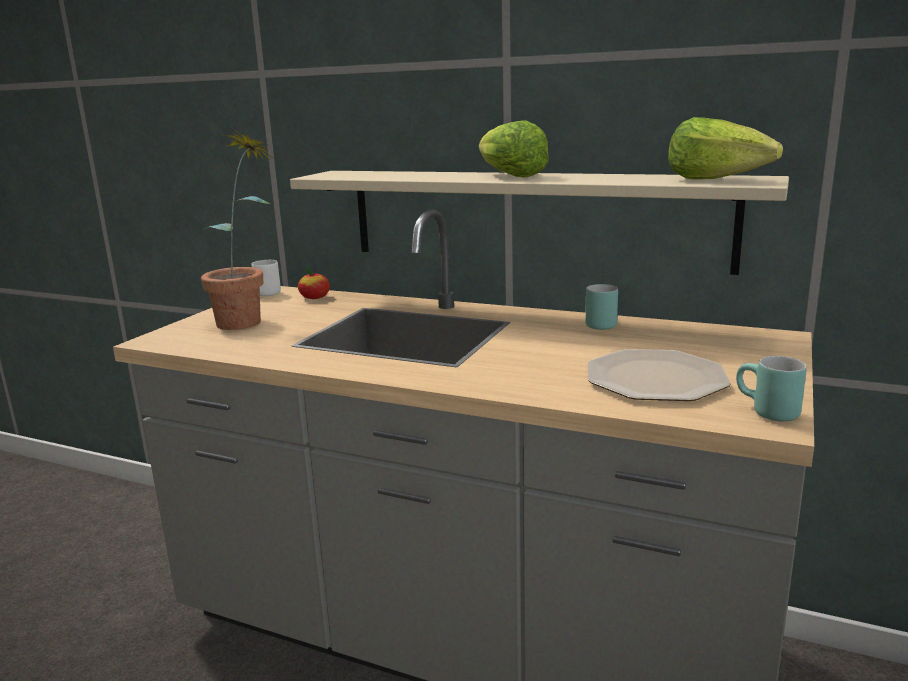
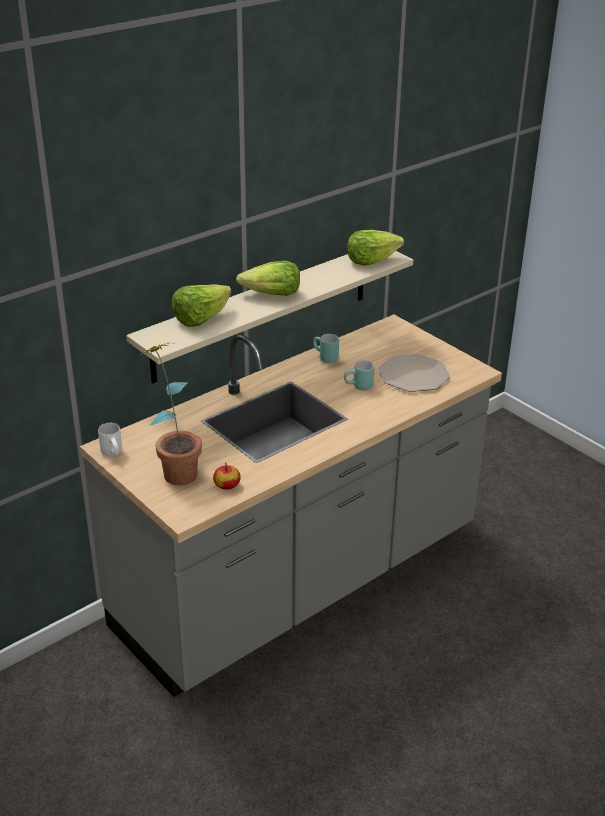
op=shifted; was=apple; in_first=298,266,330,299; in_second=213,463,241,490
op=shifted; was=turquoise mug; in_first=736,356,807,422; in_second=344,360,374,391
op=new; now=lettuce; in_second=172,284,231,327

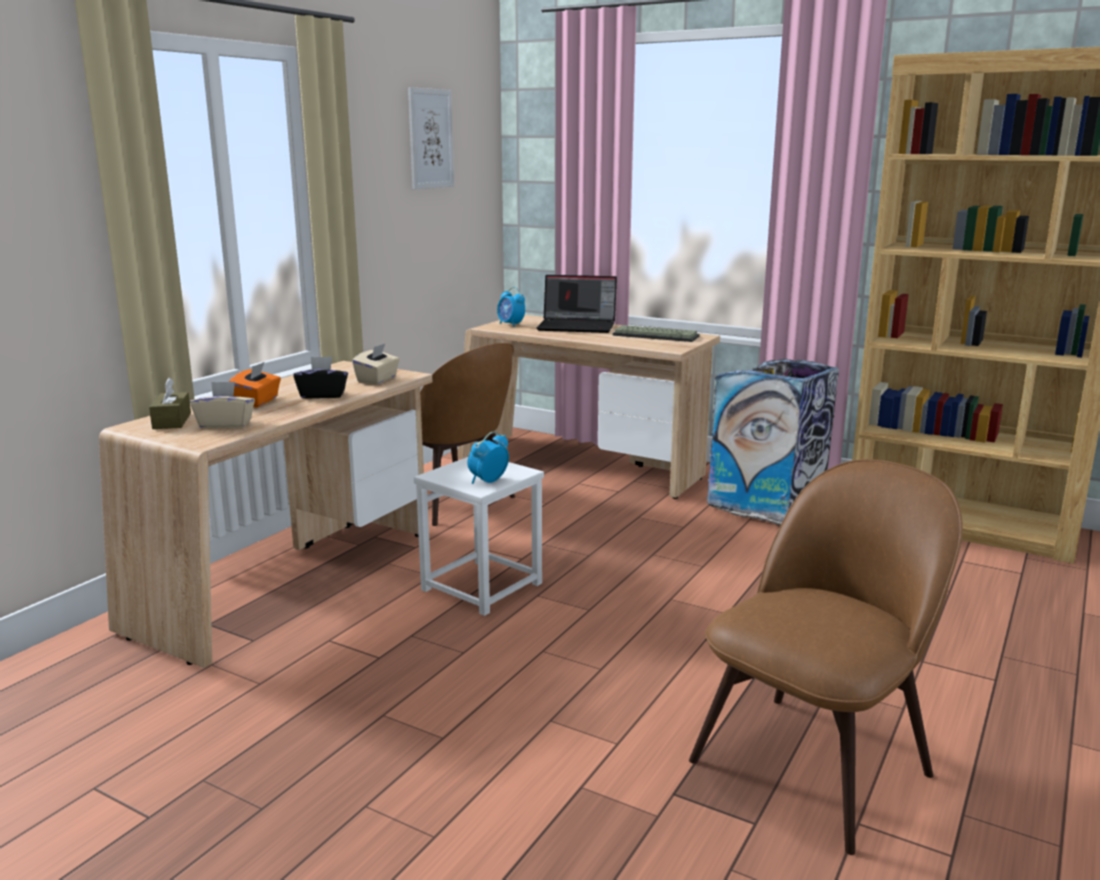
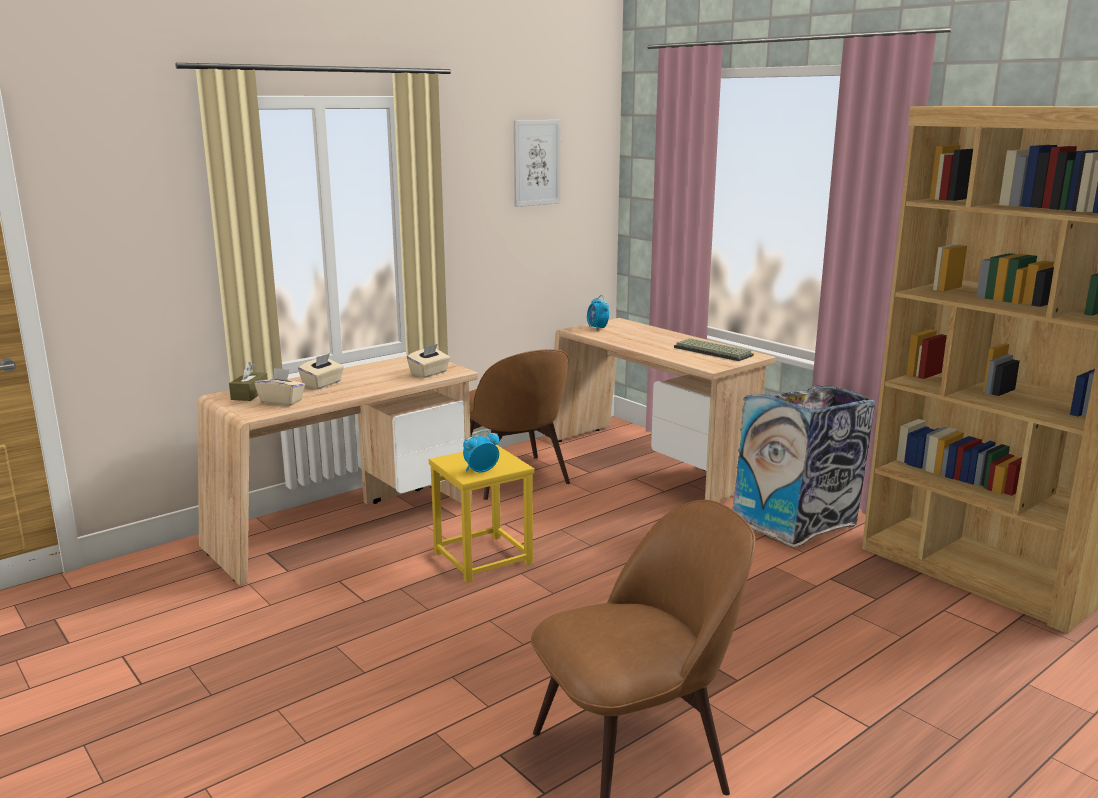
op=gone; was=laptop; in_first=536,275,617,333
op=gone; was=black tissue box; in_first=293,356,348,399
op=repainted; was=orange tissue box; now=beige tissue box; in_first=229,362,281,407; in_second=298,353,344,389
op=repainted; was=white stool; now=yellow stool; in_first=414,457,544,616; in_second=429,445,534,583

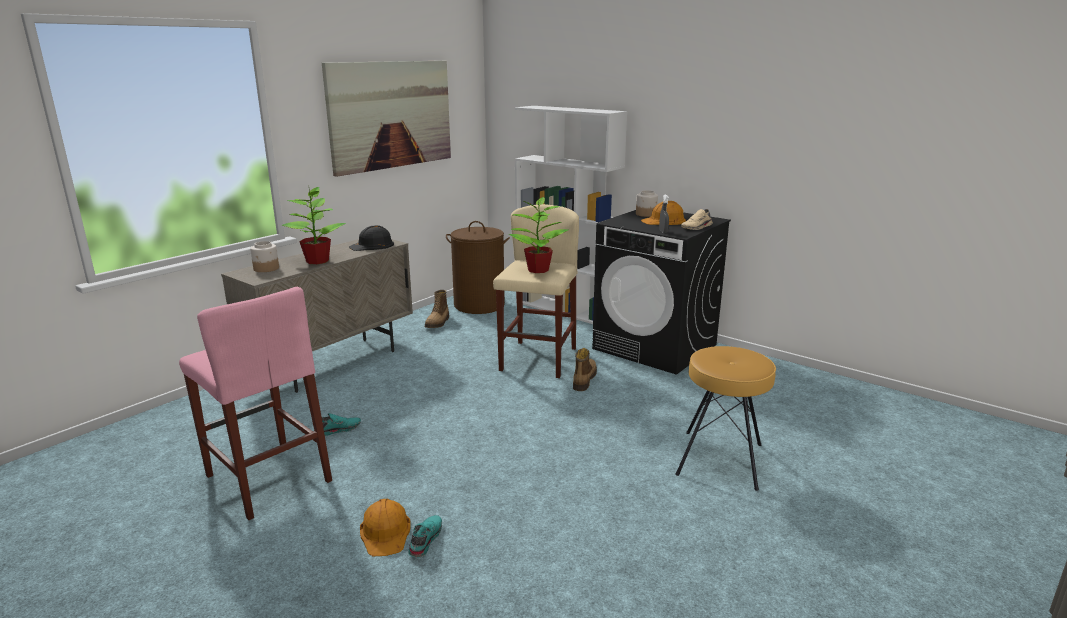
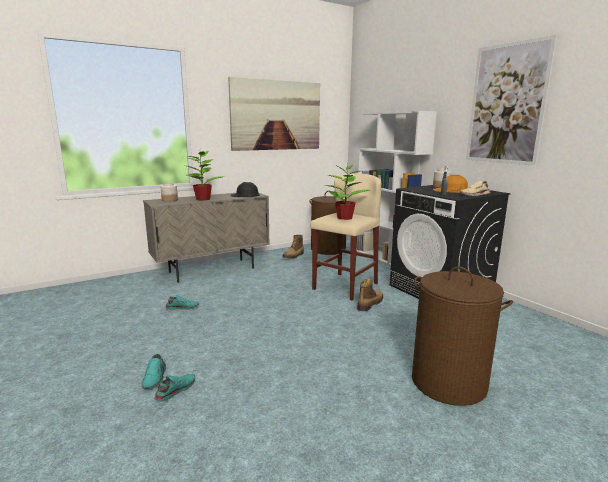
op=gone; was=pink stool; in_first=179,287,332,520
op=swapped; was=brown stool; now=brown laundry basket; in_first=675,346,776,491; in_second=412,267,513,406
op=swapped; was=orange hard hat; now=turquoise shoe; in_first=360,499,411,556; in_second=142,354,166,389
op=new; now=picture; in_second=466,35,557,166

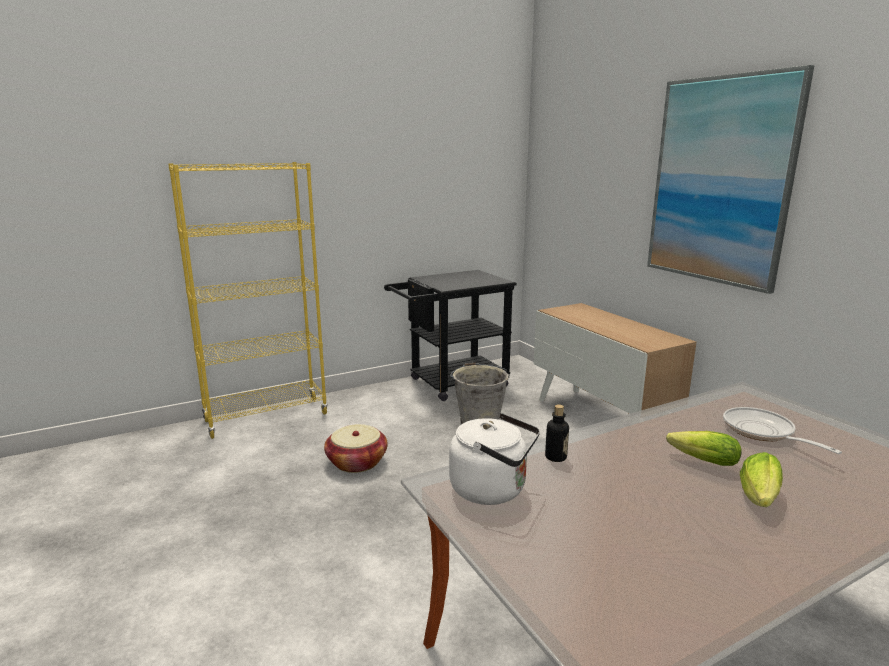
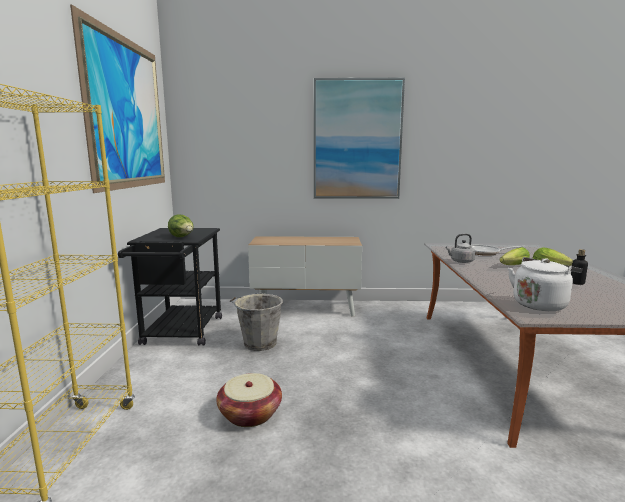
op=shifted; was=bottle; in_first=545,404,569,462; in_second=571,249,588,285
op=new; now=picture; in_second=70,4,165,193
op=new; now=lettuce; in_second=168,214,194,237
op=new; now=grey kettle; in_second=445,234,475,263

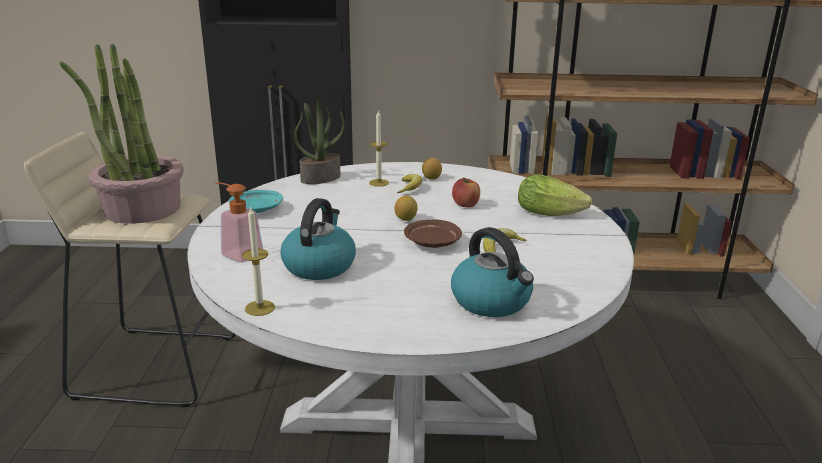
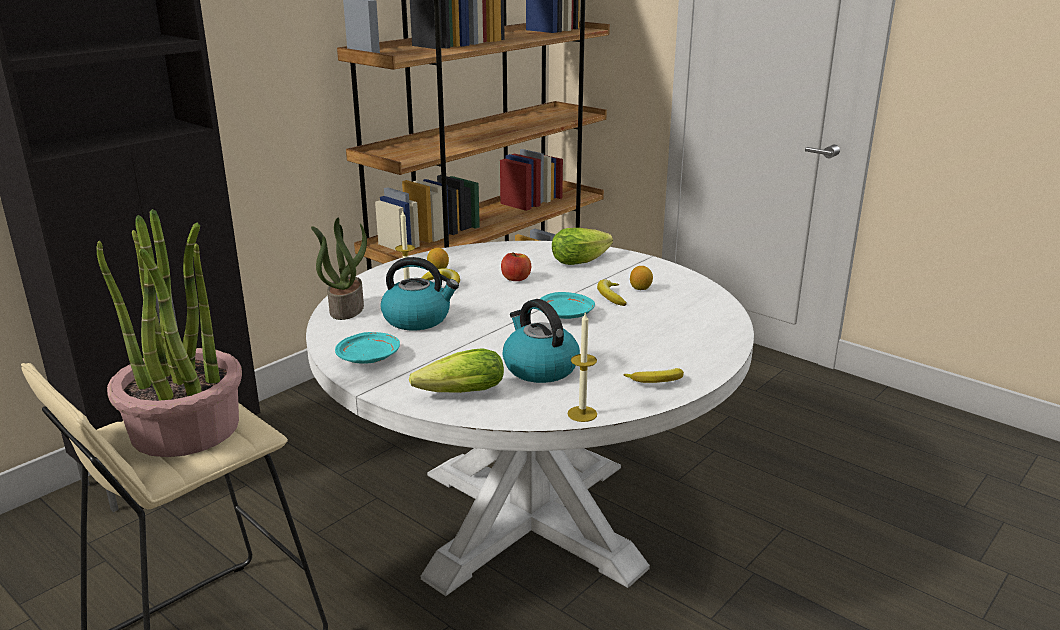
op=swapped; was=soap dispenser; now=lettuce; in_first=215,182,263,263; in_second=409,349,504,393
op=shifted; was=lemon; in_first=395,196,418,221; in_second=630,266,653,290
op=repainted; was=brown plate; now=turquoise plate; in_first=404,220,462,248; in_second=540,292,595,319
op=shifted; was=kettle; in_first=451,227,534,317; in_second=380,257,459,330
op=new; now=banana; in_second=623,368,684,383

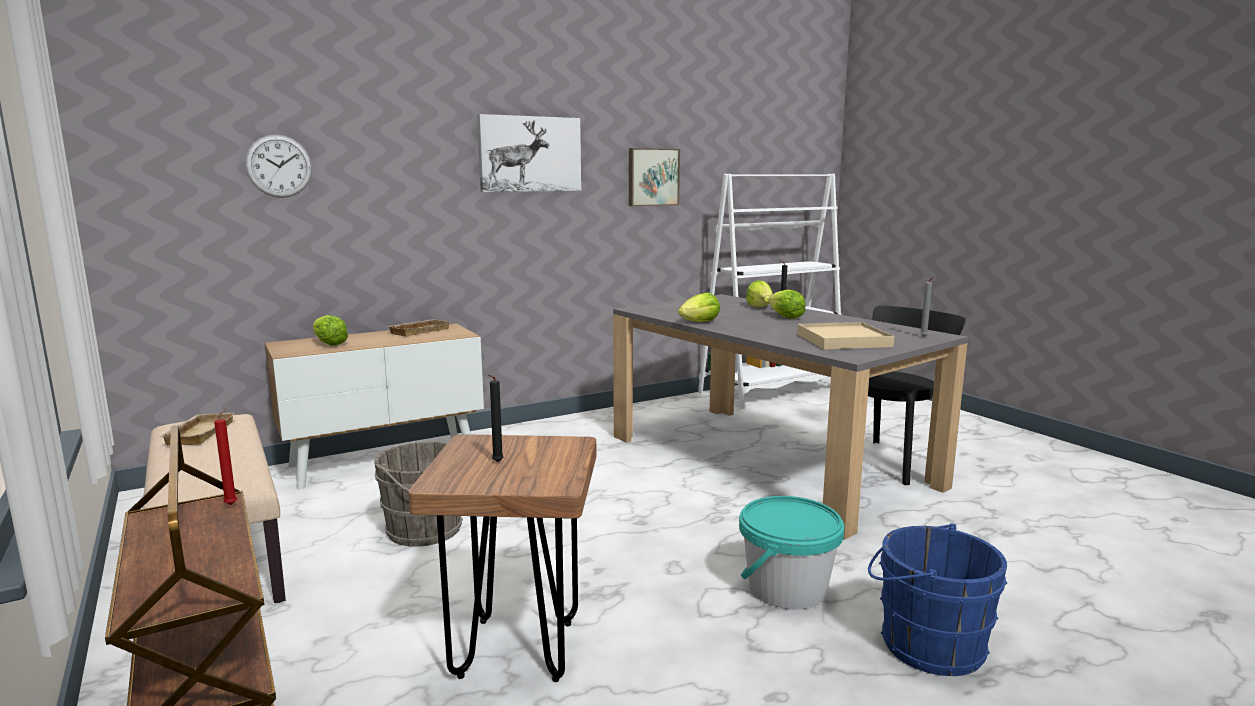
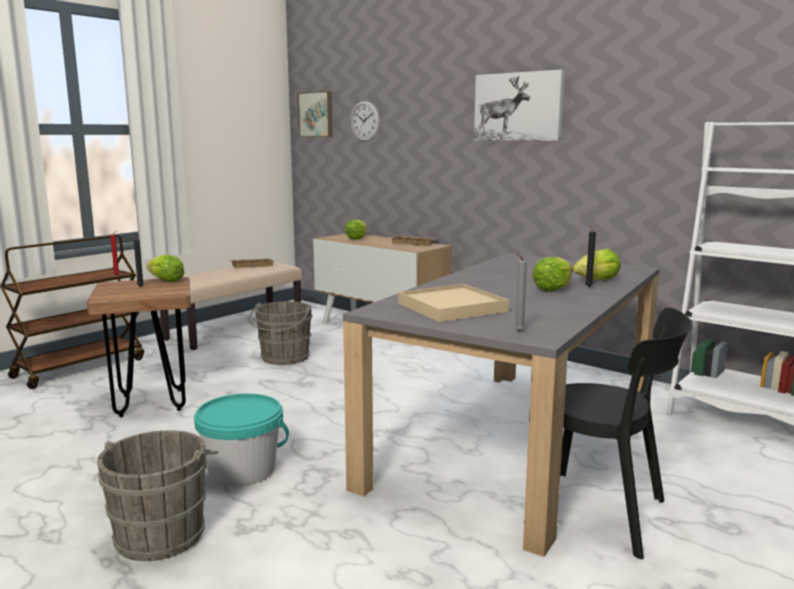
op=shifted; was=picture; in_first=629,148,680,206; in_second=297,91,333,137
op=shifted; was=lettuce; in_first=678,293,720,322; in_second=146,255,184,282
op=repainted; was=blue bucket; now=grey bucket; in_first=868,523,1007,676; in_second=97,430,218,561

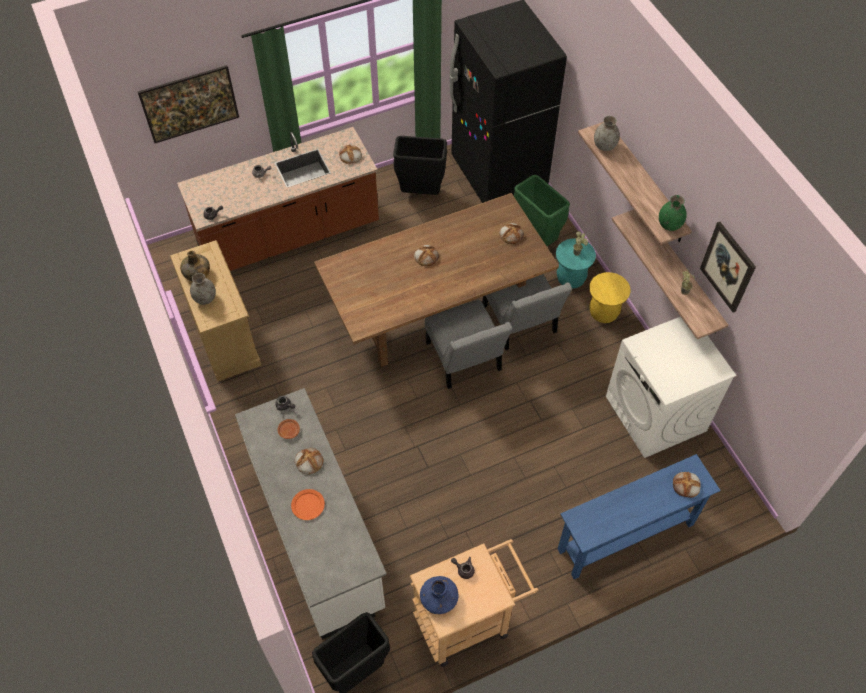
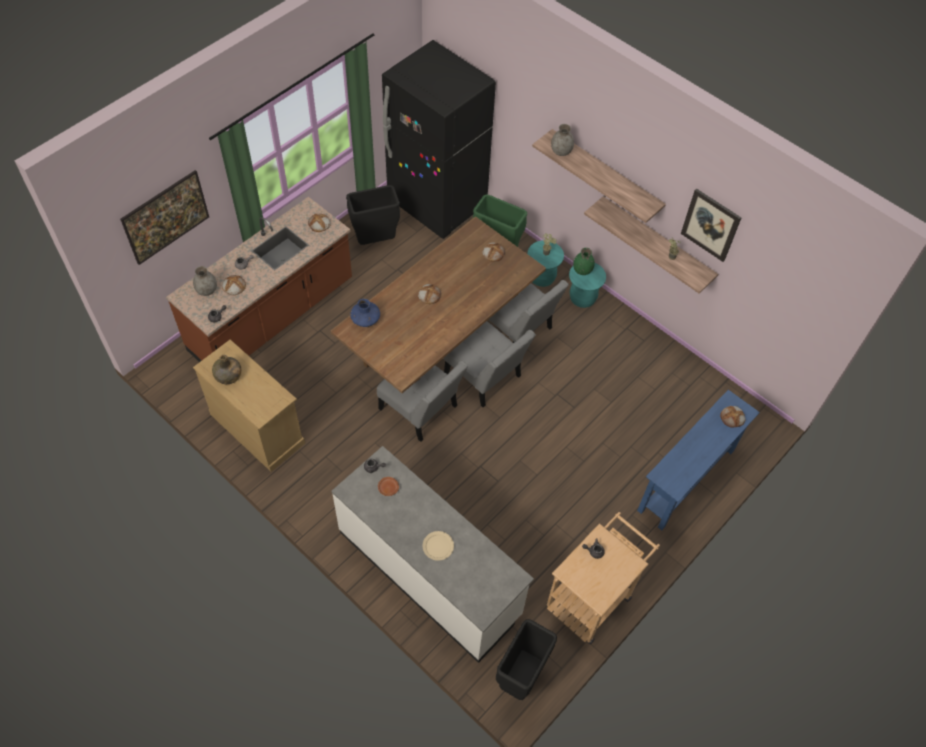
op=shifted; was=green vase; in_first=659,195,687,231; in_second=573,248,595,275
op=repainted; was=yellow stool; now=turquoise stool; in_first=589,272,631,323; in_second=569,263,606,308
op=shifted; was=grey vase; in_first=190,273,216,305; in_second=193,266,217,296
op=gone; was=white washing machine; in_first=606,317,736,458
op=shifted; was=bread; in_first=295,448,324,475; in_second=222,275,246,295
op=repainted; was=orange plate; now=beige plate; in_first=291,489,325,520; in_second=422,531,454,561
op=shifted; was=blue vase; in_first=420,576,459,614; in_second=350,299,380,327
op=new; now=grey chair; in_second=377,361,468,442

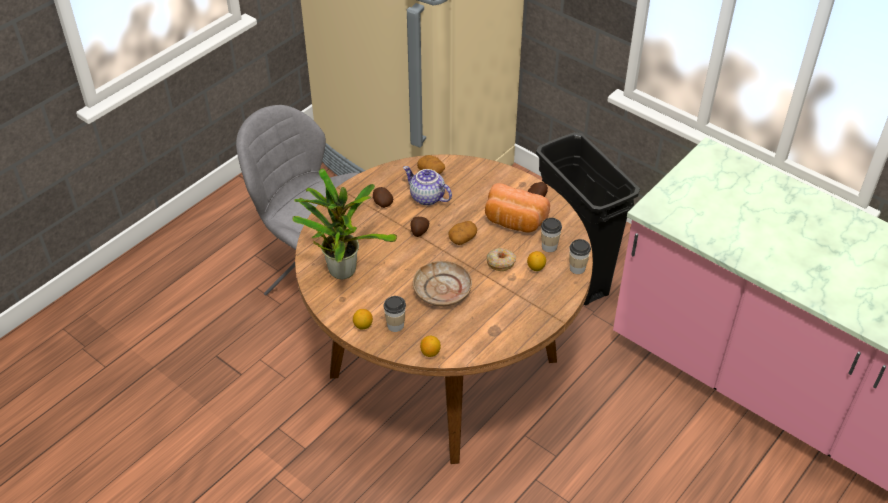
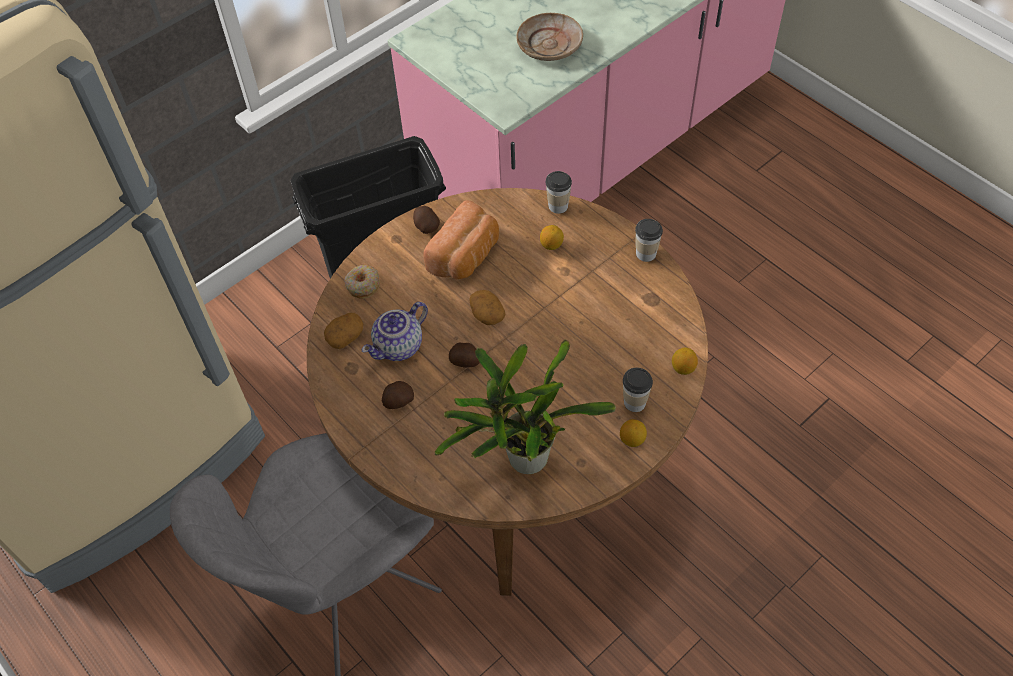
op=shifted; was=cup; in_first=541,218,562,252; in_second=635,219,663,262
op=shifted; was=donut; in_first=486,248,516,271; in_second=345,265,380,299
op=shifted; was=beige plate; in_first=413,261,472,306; in_second=516,13,583,61

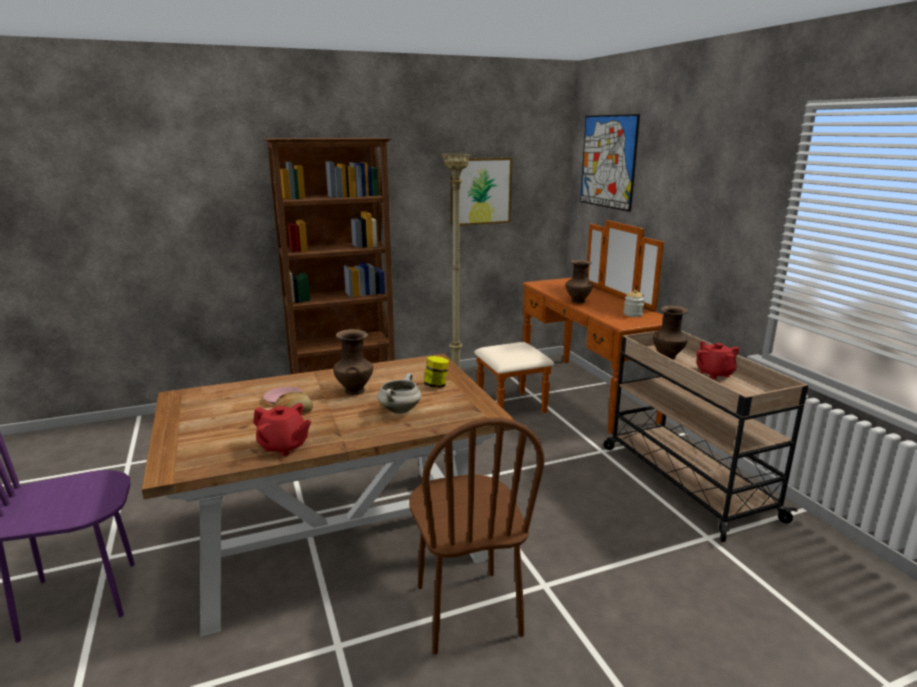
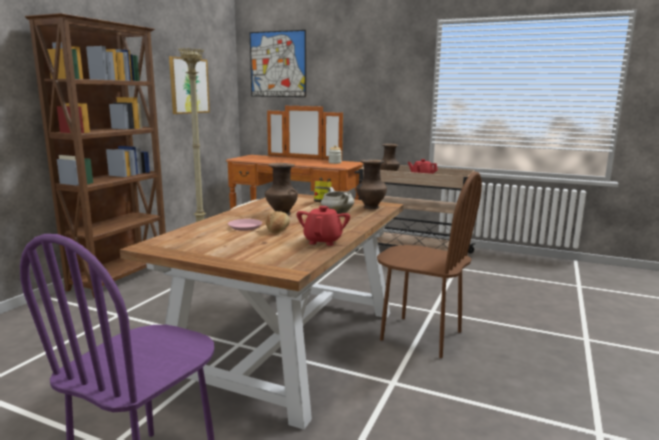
op=shifted; was=brown vase; in_first=566,260,593,304; in_second=356,160,387,209
op=rotated; was=red teapot; in_first=253,403,311,456; in_second=296,206,350,246; clockwise=-60

